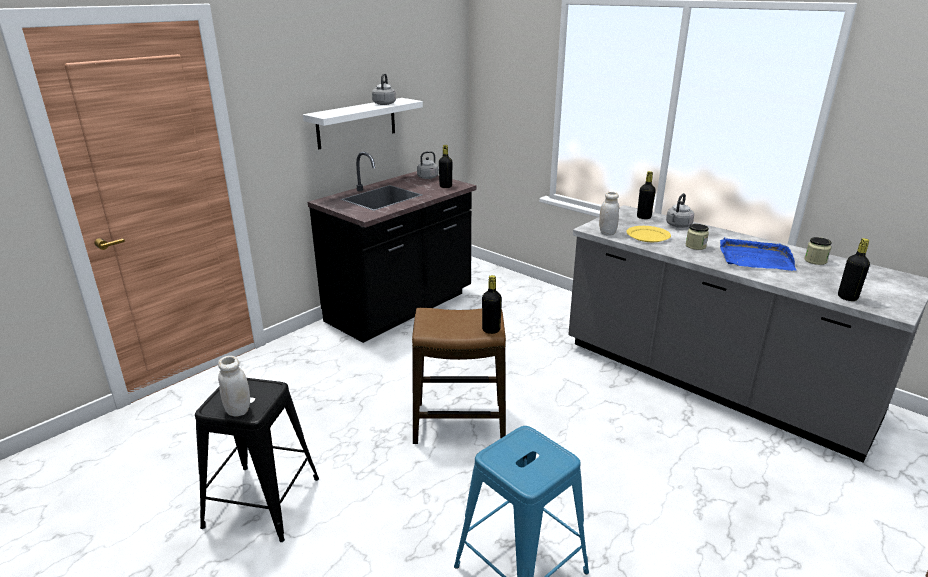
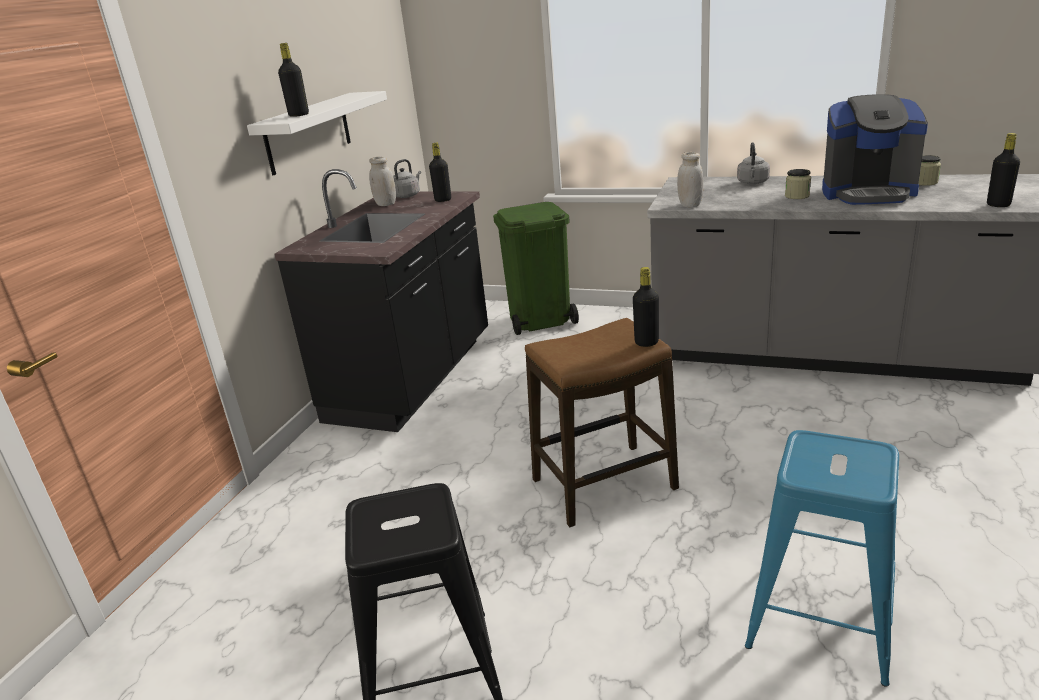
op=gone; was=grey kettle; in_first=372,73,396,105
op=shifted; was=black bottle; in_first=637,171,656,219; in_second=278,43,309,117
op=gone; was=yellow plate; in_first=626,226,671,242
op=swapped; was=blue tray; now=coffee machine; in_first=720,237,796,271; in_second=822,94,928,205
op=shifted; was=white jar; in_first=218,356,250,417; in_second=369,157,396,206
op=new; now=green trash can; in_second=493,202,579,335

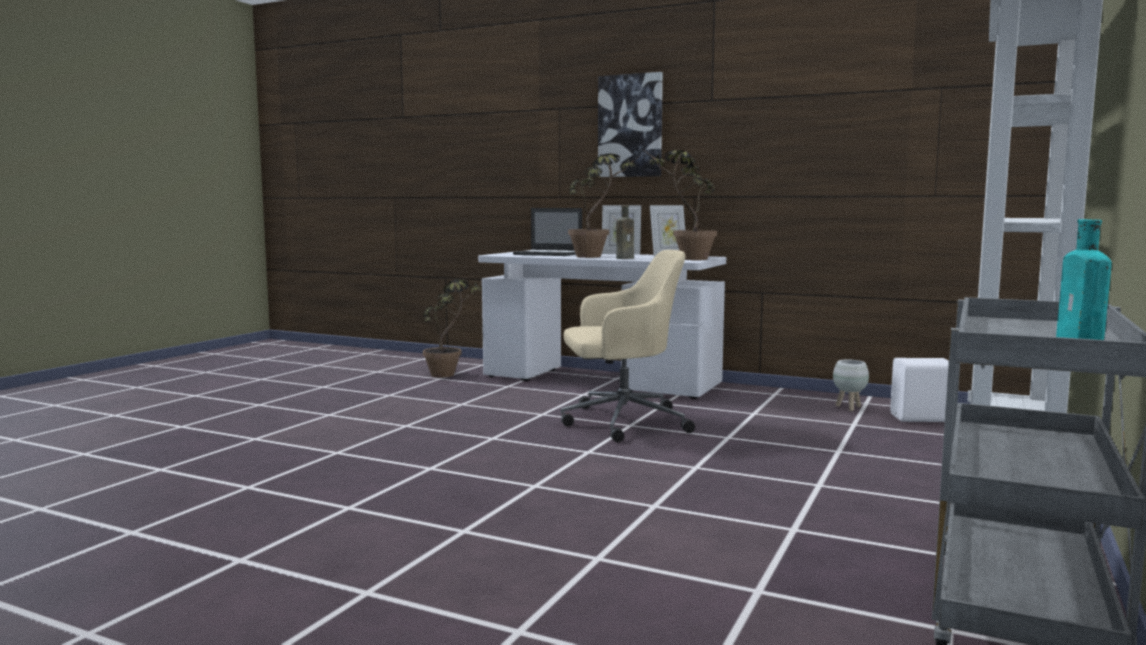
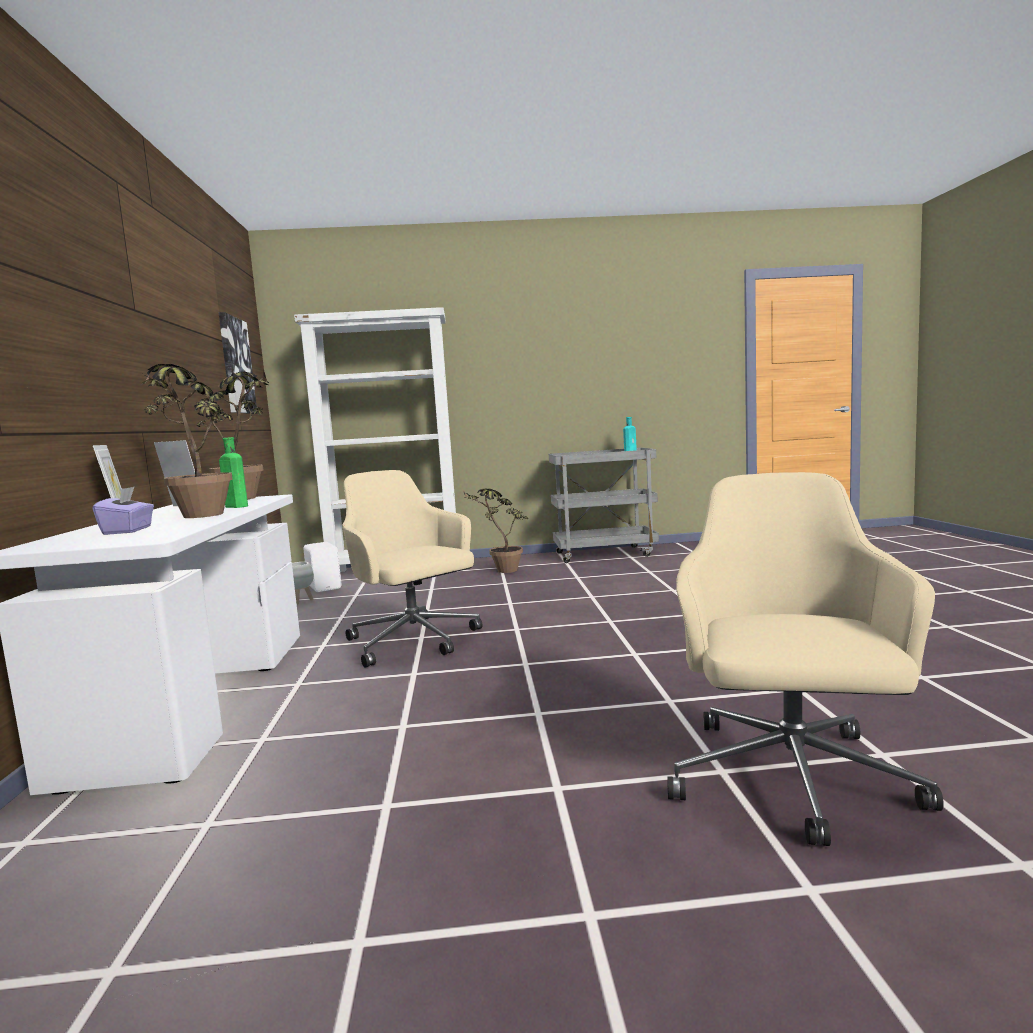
op=shifted; was=picture; in_first=598,72,663,177; in_second=219,312,257,414
op=repainted; was=brown bottle; now=green bottle; in_first=616,205,634,259; in_second=219,437,248,508
op=swapped; was=laptop; now=purple tissue box; in_first=513,208,582,256; in_second=93,486,154,535
op=shifted; was=potted plant; in_first=423,279,482,378; in_second=463,488,528,573
op=new; now=beige office chair; in_second=667,472,944,846

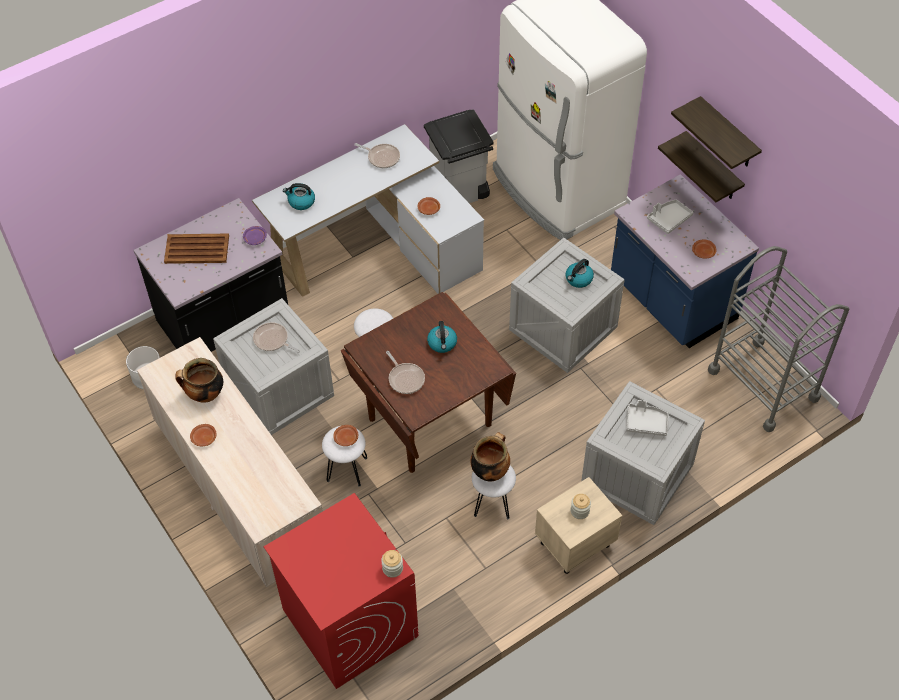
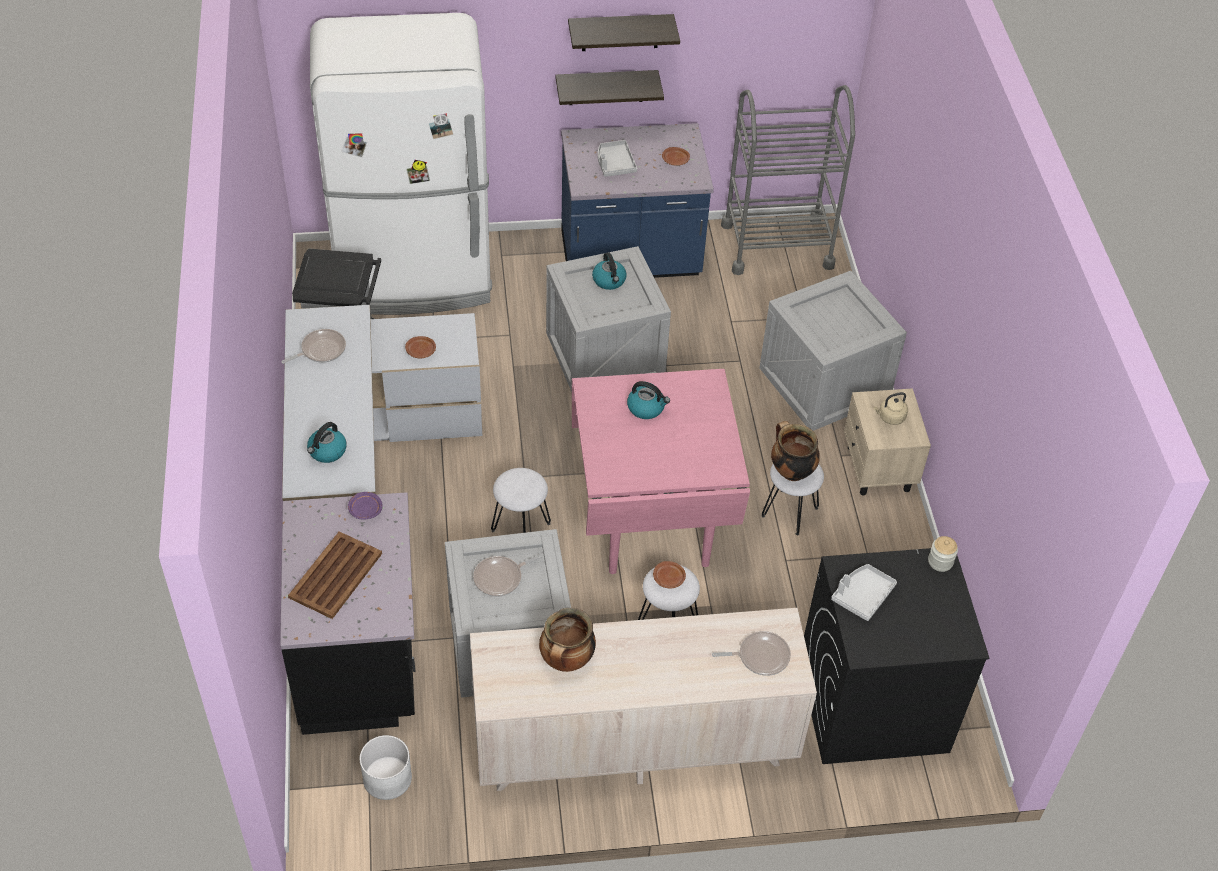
op=repainted; was=brown dining table; now=pink dining table; in_first=341,292,516,473; in_second=572,369,750,574
op=shifted; was=frying pan; in_first=386,351,425,394; in_second=712,631,791,676
op=shifted; was=grey tray; in_first=626,400,669,436; in_second=831,564,897,621
op=gone; was=brown plate; in_first=190,424,216,446
op=repainted; was=red washing machine; now=black washing machine; in_first=264,493,419,689; in_second=804,548,989,764
op=swapped; was=jar; now=beige kettle; in_first=571,494,591,519; in_second=873,392,908,425

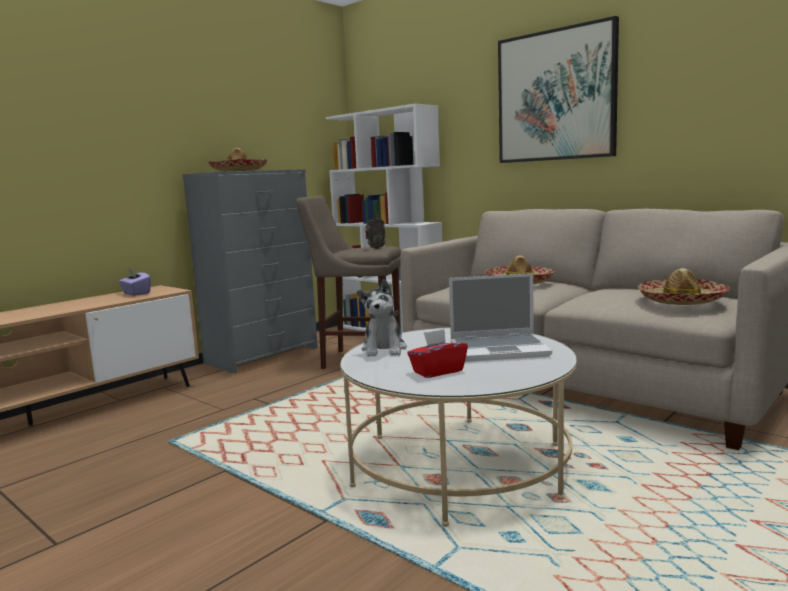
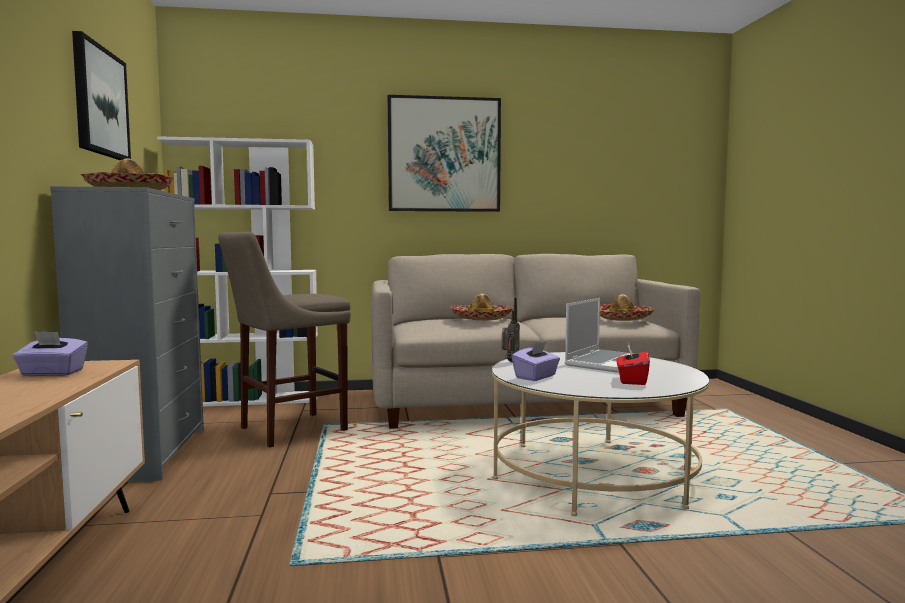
op=shifted; was=radio; in_first=365,200,386,249; in_second=502,298,520,363
op=swapped; was=plush toy; now=purple tissue box; in_first=357,279,407,357; in_second=512,341,560,381
op=new; now=picture; in_second=72,31,131,161

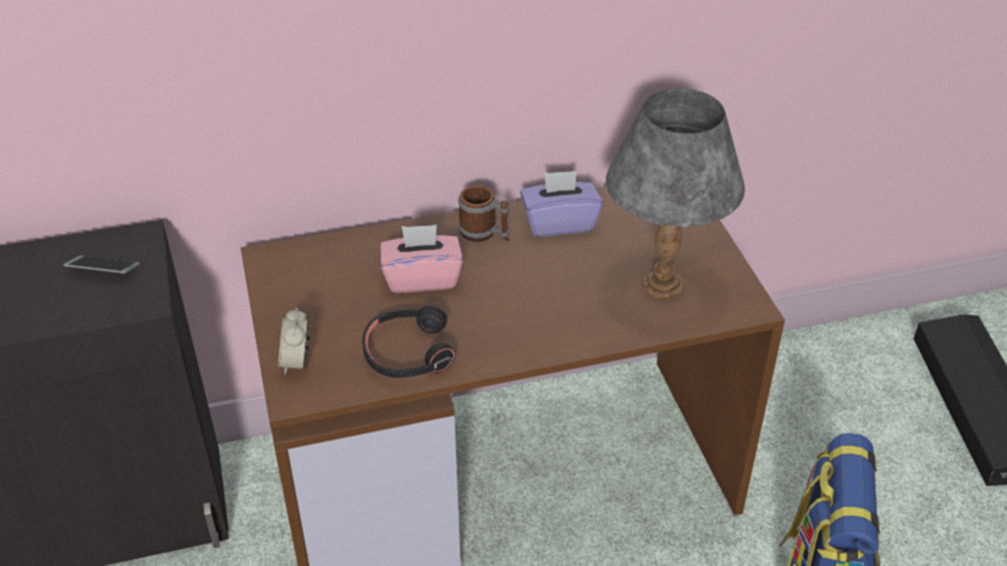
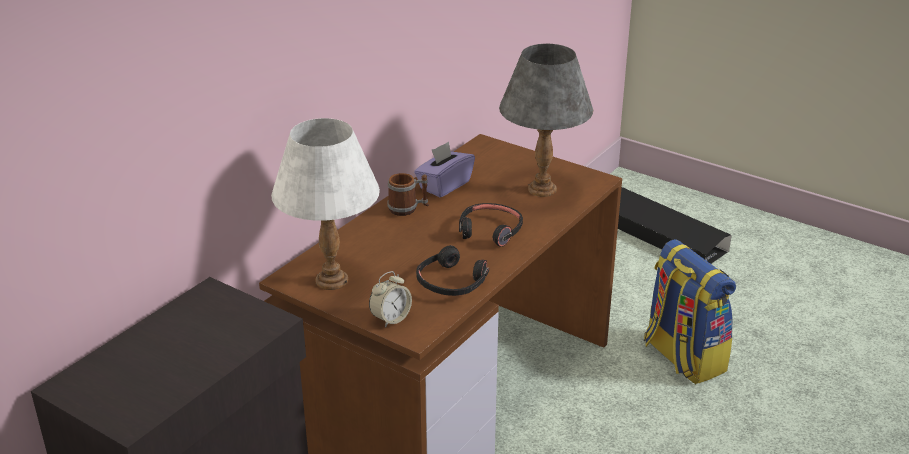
op=gone; was=pink tissue box; in_first=380,225,463,293
op=gone; was=phone; in_first=64,256,140,273
op=rotated; was=alarm clock; in_first=278,308,310,375; in_second=369,271,412,328; clockwise=-90
op=new; now=white table lamp; in_second=271,118,380,290
op=new; now=black headphones; in_second=459,203,523,247

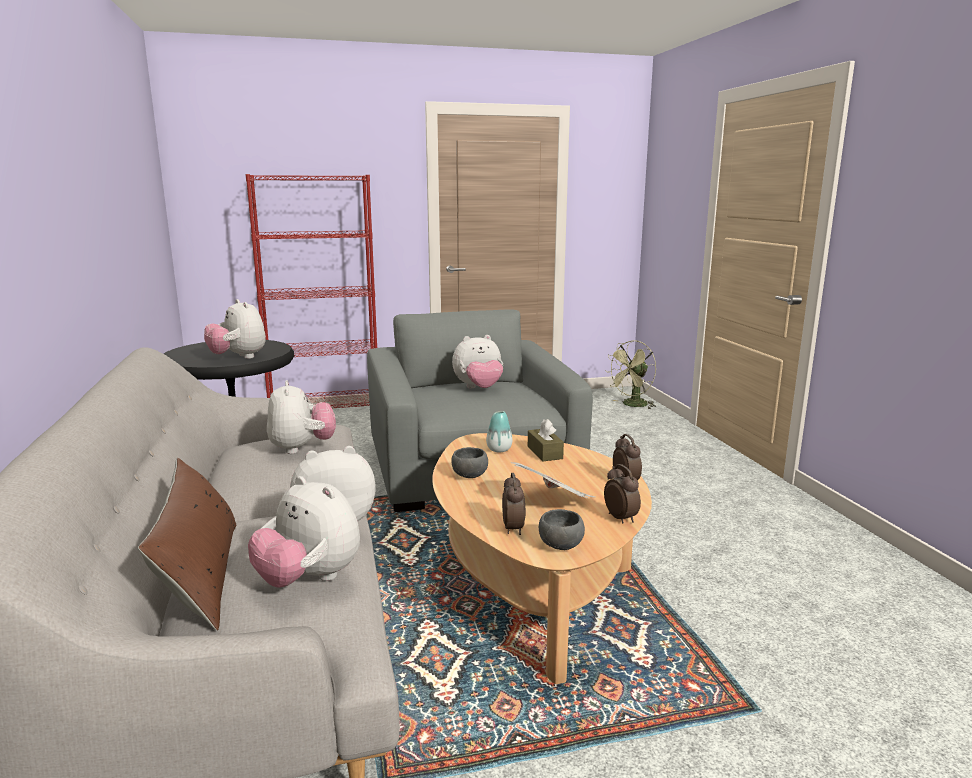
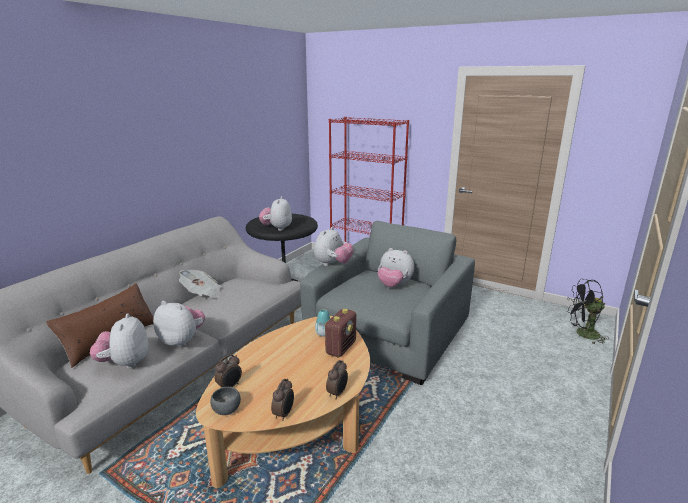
op=repainted; was=green fan; now=black fan; in_first=605,340,656,409; in_second=567,279,609,344
op=shifted; was=plush toy; in_first=267,380,336,454; in_second=314,227,353,266
op=swapped; was=brown tissue box; now=radio; in_first=528,419,564,462; in_second=325,309,356,357
op=gone; was=grey bowl; in_first=451,447,488,478
op=shifted; was=newspaper; in_first=511,462,595,499; in_second=179,270,221,298

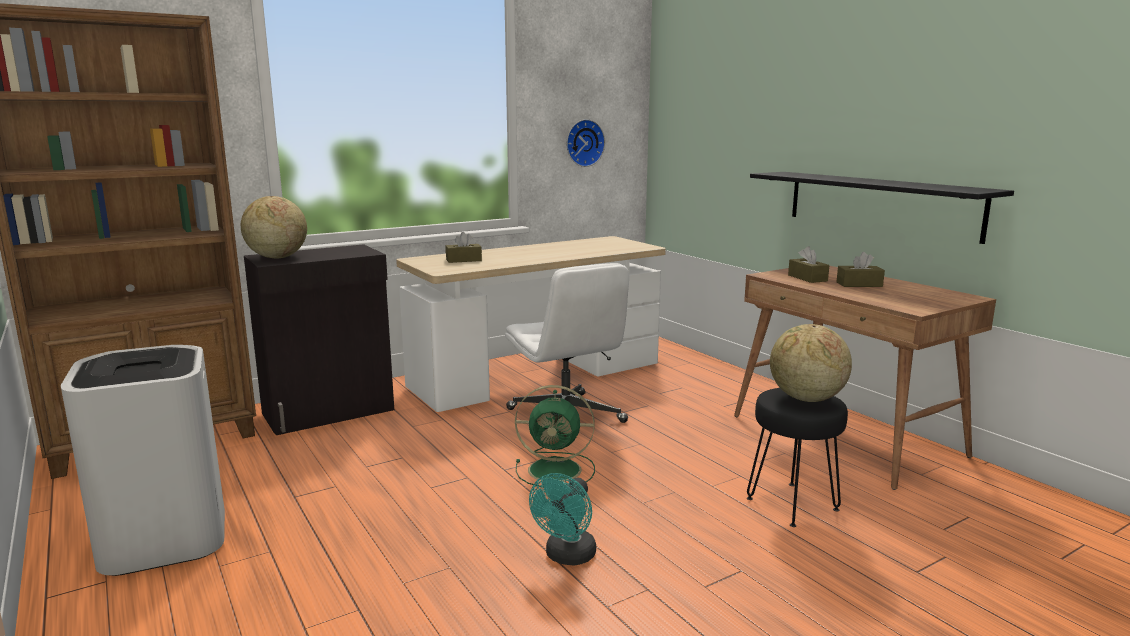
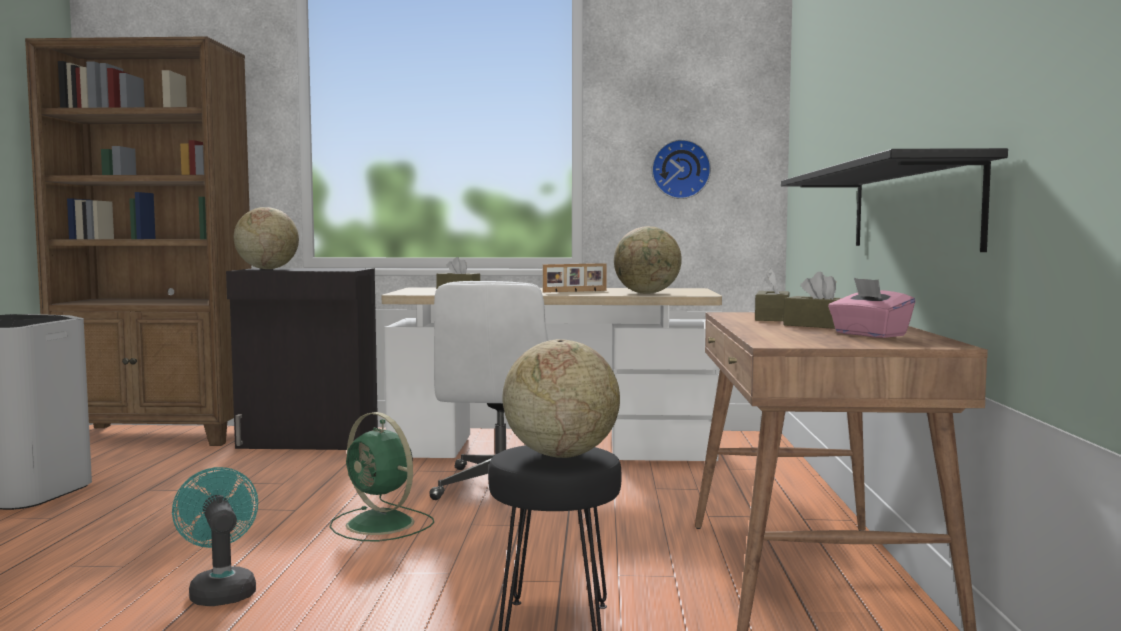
op=rotated; was=turquoise fan; in_first=529,473,596,566; in_second=172,467,258,606; clockwise=90
op=new; now=globe; in_second=614,226,682,294
op=new; now=picture frame; in_second=543,263,607,293
op=new; now=pink tissue box; in_second=828,278,915,338

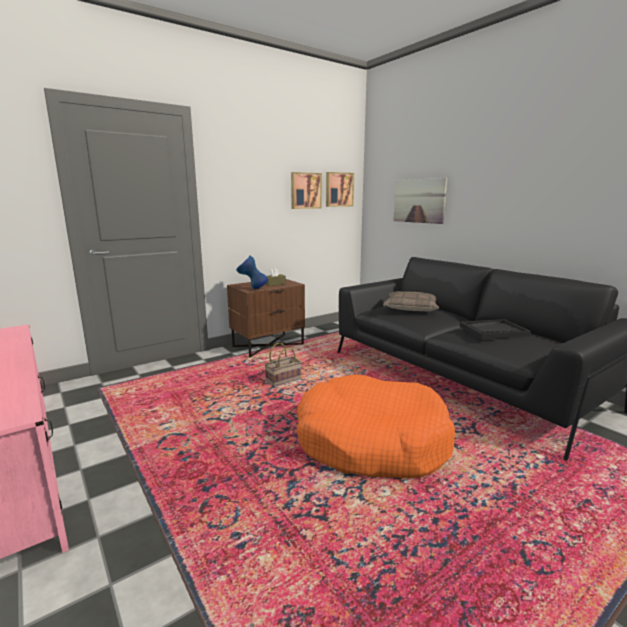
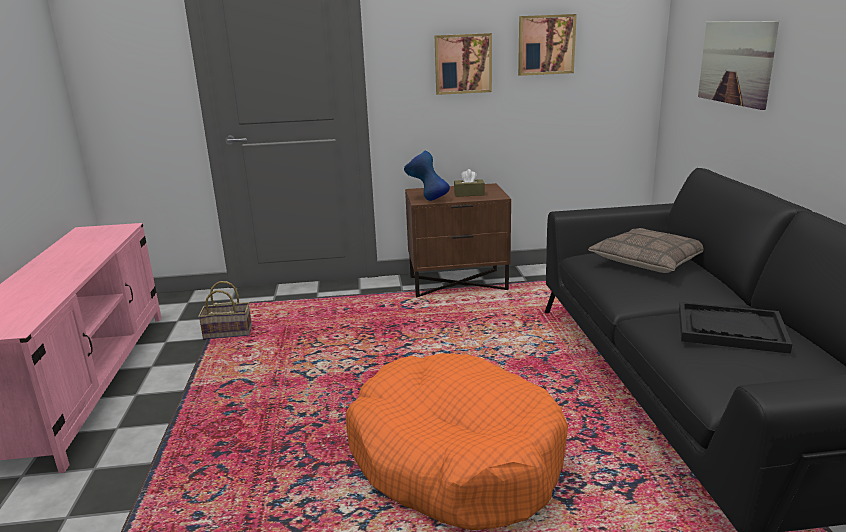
op=shifted; was=picture; in_first=326,172,354,207; in_second=435,33,492,95
op=shifted; was=basket; in_first=264,343,302,387; in_second=198,281,252,340

